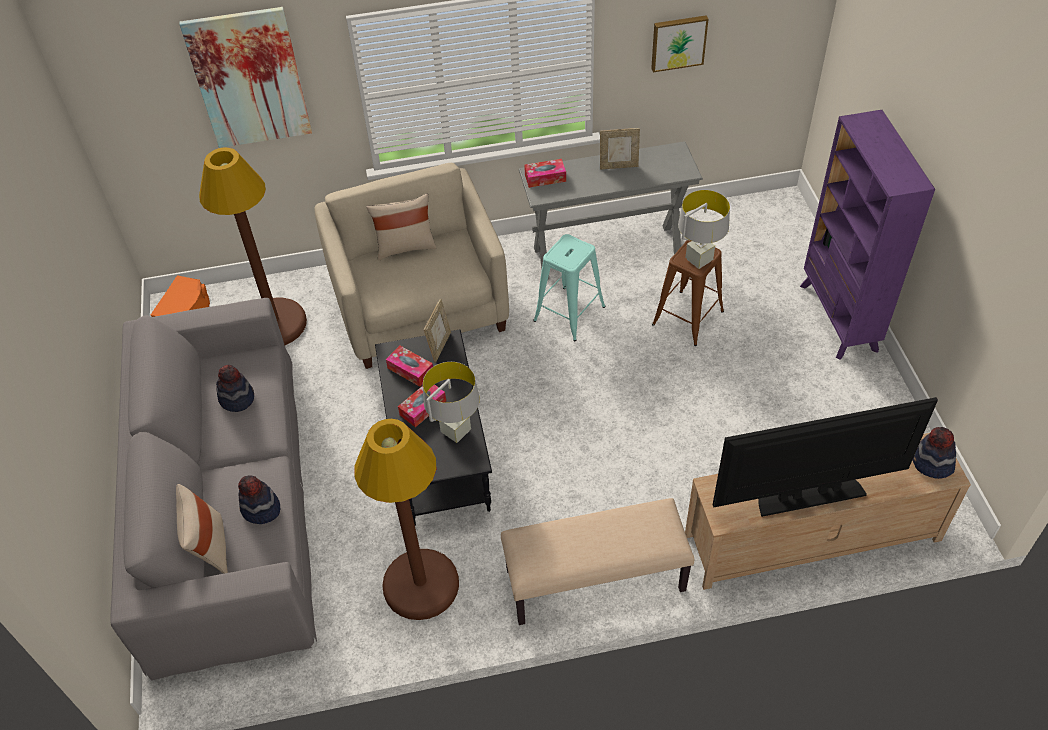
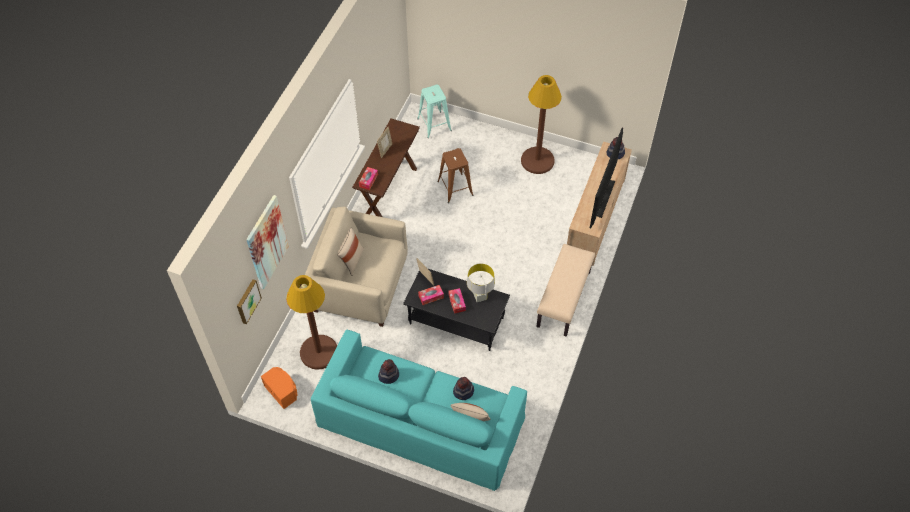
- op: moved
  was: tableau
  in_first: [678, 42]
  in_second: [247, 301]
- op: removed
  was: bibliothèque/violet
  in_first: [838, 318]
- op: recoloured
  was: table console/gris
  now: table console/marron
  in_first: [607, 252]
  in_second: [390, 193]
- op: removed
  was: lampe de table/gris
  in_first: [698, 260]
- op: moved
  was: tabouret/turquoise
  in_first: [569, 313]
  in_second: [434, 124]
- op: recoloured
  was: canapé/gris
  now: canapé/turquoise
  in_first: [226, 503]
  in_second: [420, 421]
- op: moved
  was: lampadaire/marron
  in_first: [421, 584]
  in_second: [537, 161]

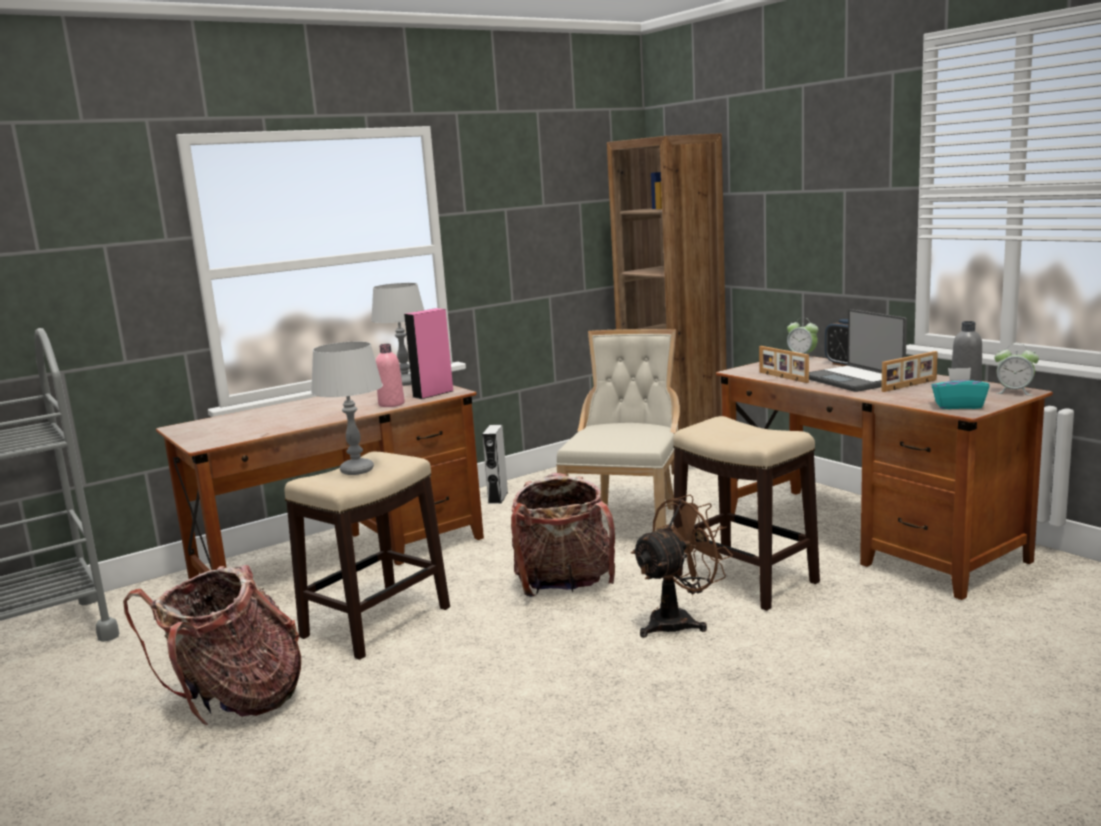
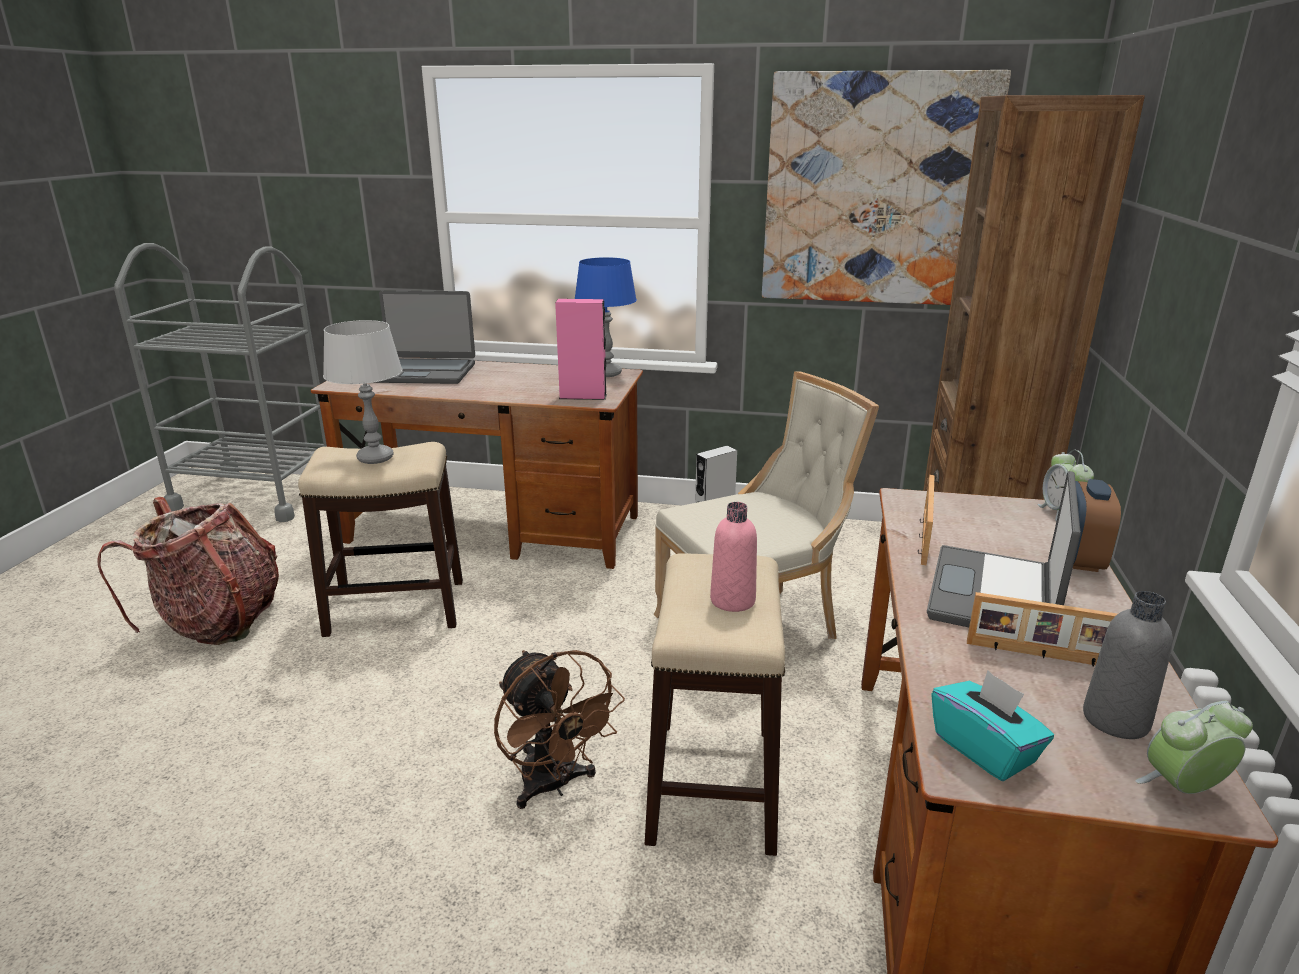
- op: recoloured
  was: lampe de table/gris
  now: lampe de table/bleu
  in_first: [406, 383]
  in_second: [607, 373]
- op: turned
  was: réveil
  in_first: [1014, 392]
  in_second: [1182, 788]
  clockwise: 90
- op: moved
  was: bouteille/rose
  in_first: [391, 404]
  in_second: [732, 600]
- op: removed
  was: sac à dos
  in_first: [564, 585]
- op: turned
  was: ventilateur/marron
  in_first: [679, 621]
  in_second: [554, 785]
  clockwise: 45
- op: added
  now: tableau
  in_second: [876, 191]
- op: added
  now: ordinateur portable
  in_second: [423, 372]

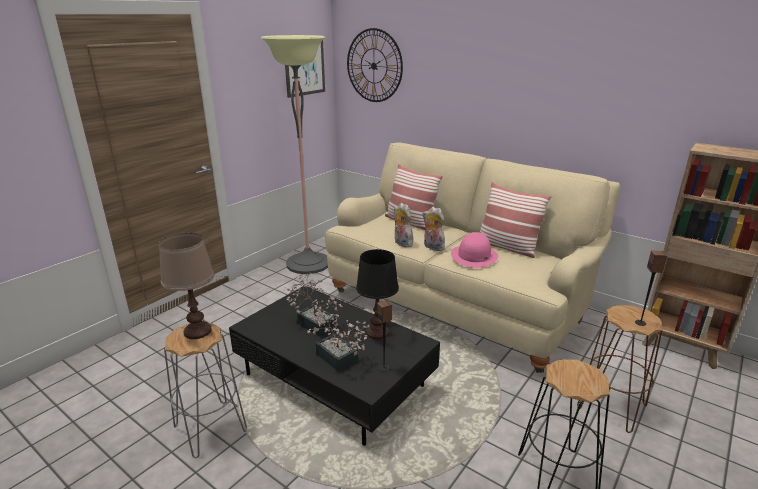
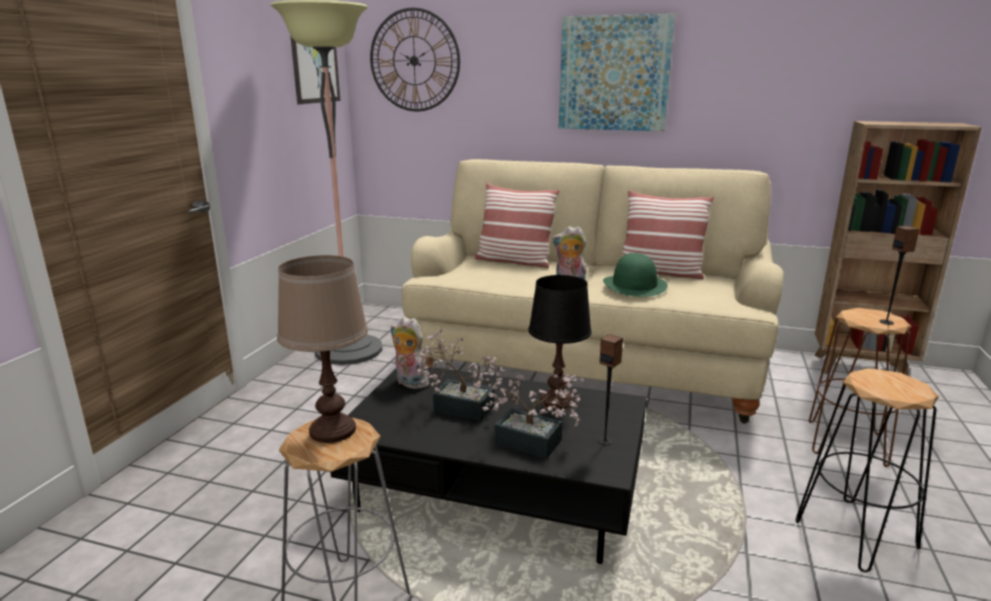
- op: moved
  was: peluche
  in_first: [401, 243]
  in_second: [409, 383]
- op: recoloured
  was: chapeau/rose
  now: chapeau/vert
  in_first: [474, 256]
  in_second: [635, 285]
- op: added
  now: tableau
  in_second: [614, 74]

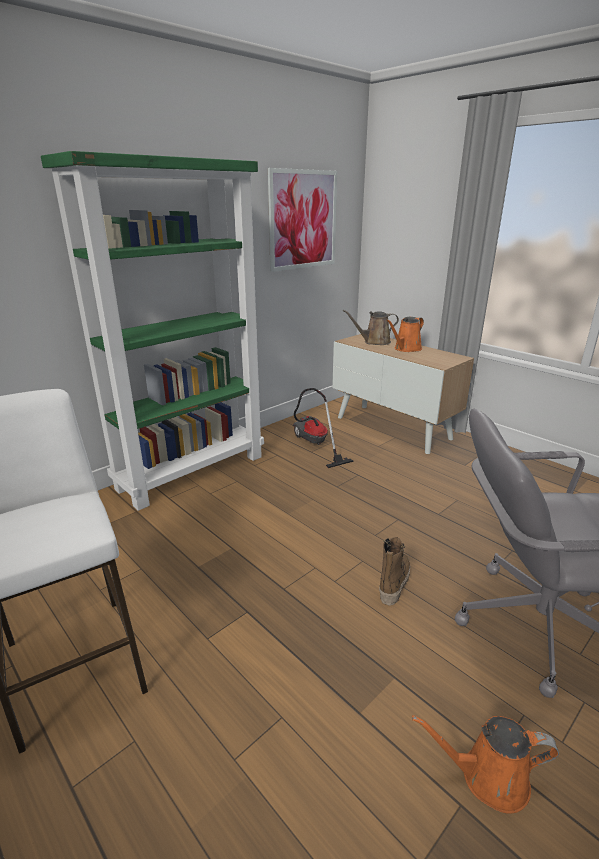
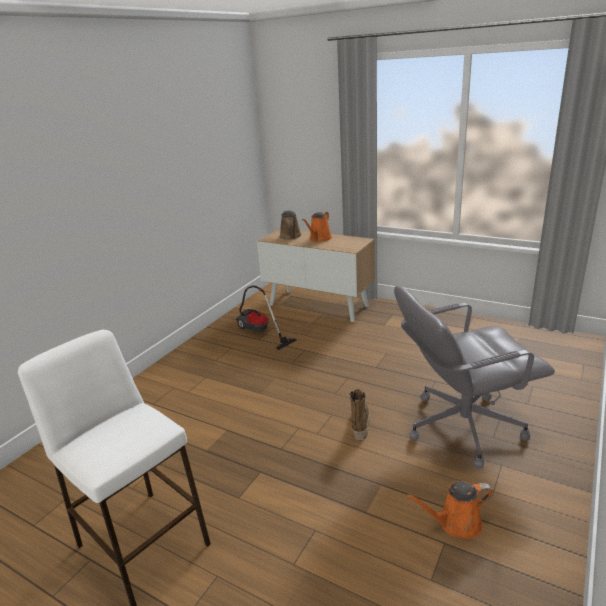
- op: removed
  was: bibliothèque/vert
  in_first: [192, 471]
- op: removed
  was: tableau
  in_first: [303, 220]
- op: turned
  was: arrosoir/marron
  in_first: [374, 342]
  in_second: [291, 236]
  clockwise: -75

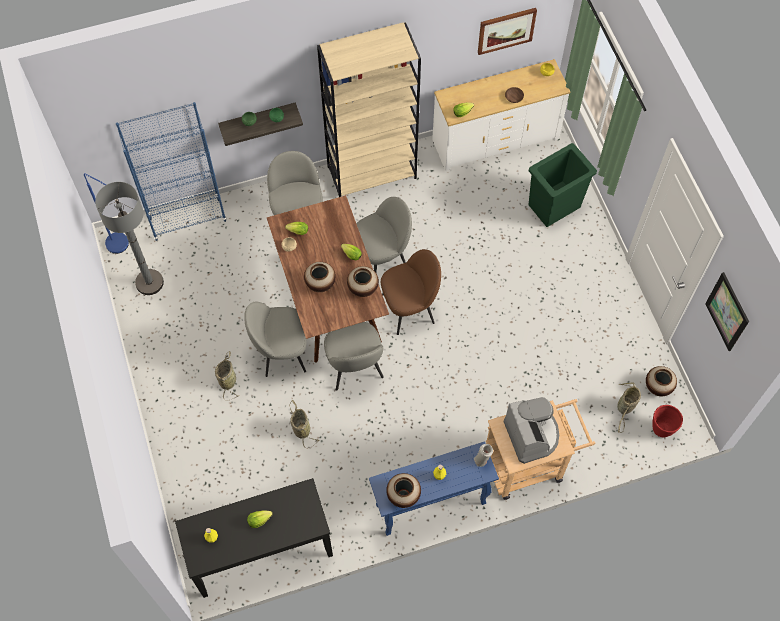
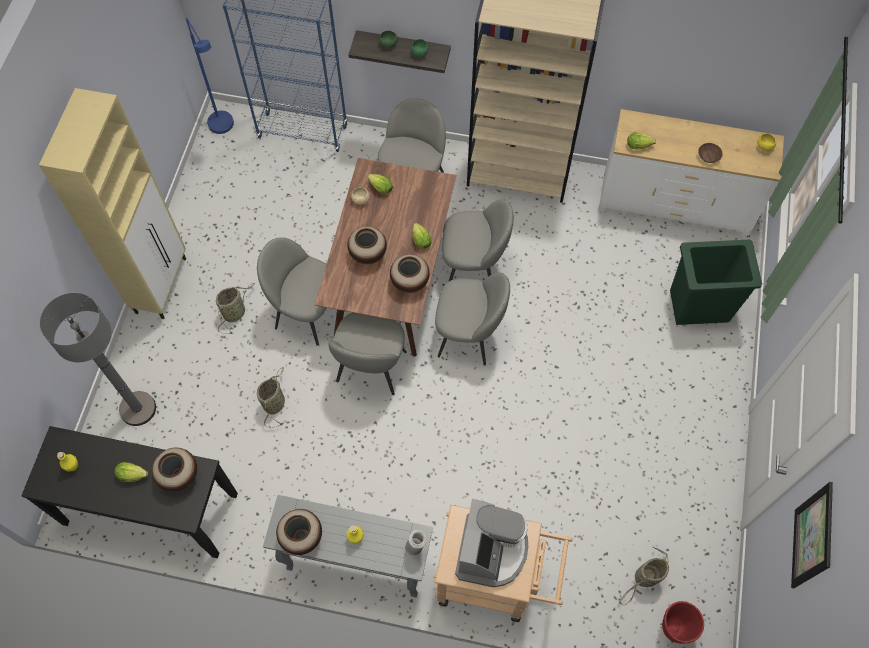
- op: removed
  was: tableau
  in_first: [506, 30]
- op: moved
  was: lampadaire/gris
  in_first: [149, 282]
  in_second: [138, 409]
- op: recoloured
  was: chaise/marron
  now: chaise/gris
  in_first: [409, 308]
  in_second: [469, 335]
- op: moved
  was: vase
  in_first: [658, 386]
  in_second: [179, 475]
- op: recoloured
  was: table console/bleu
  now: table console/gris
  in_first: [430, 504]
  in_second: [355, 562]
- op: added
  now: meuble de rangement/beige
  in_second: [162, 284]

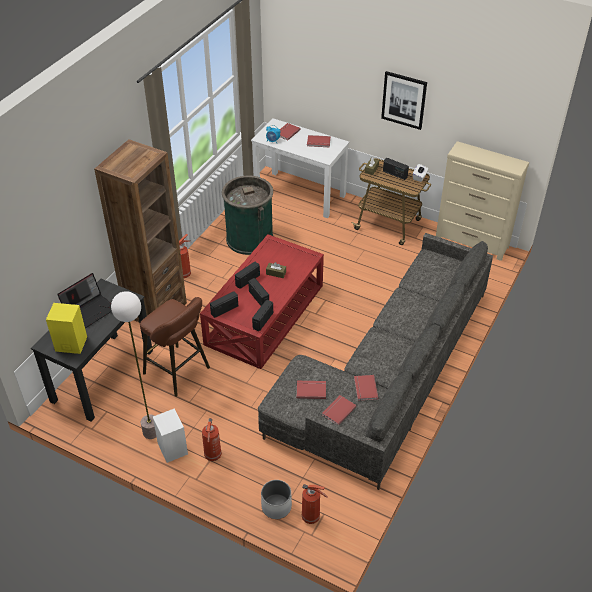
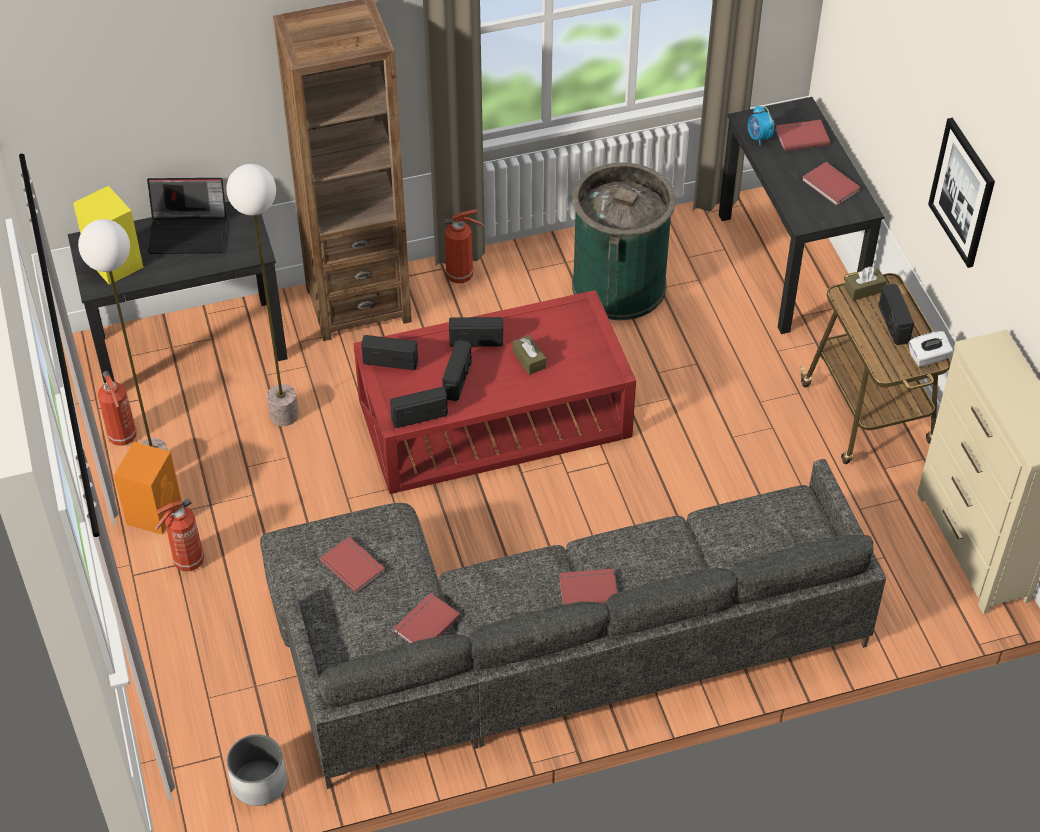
- op: recoloured
  was: bureau/blanc
  now: bureau/noir
  in_first: [300, 194]
  in_second: [789, 264]
- op: replaced
  was: tabouret/marron
  now: lampadaire
  in_first: [179, 372]
  in_second: [283, 415]
- op: moved
  was: livre/rouge
  in_first: [338, 410]
  in_second: [588, 588]
- op: recoloured
  was: enceinte/blanc
  now: enceinte/orange
  in_first: [172, 448]
  in_second: [154, 511]
- op: moved
  was: cache-pot/blanc
  in_first: [276, 507]
  in_second: [259, 783]
- op: moved
  was: extincteur
  in_first: [312, 517]
  in_second: [123, 438]

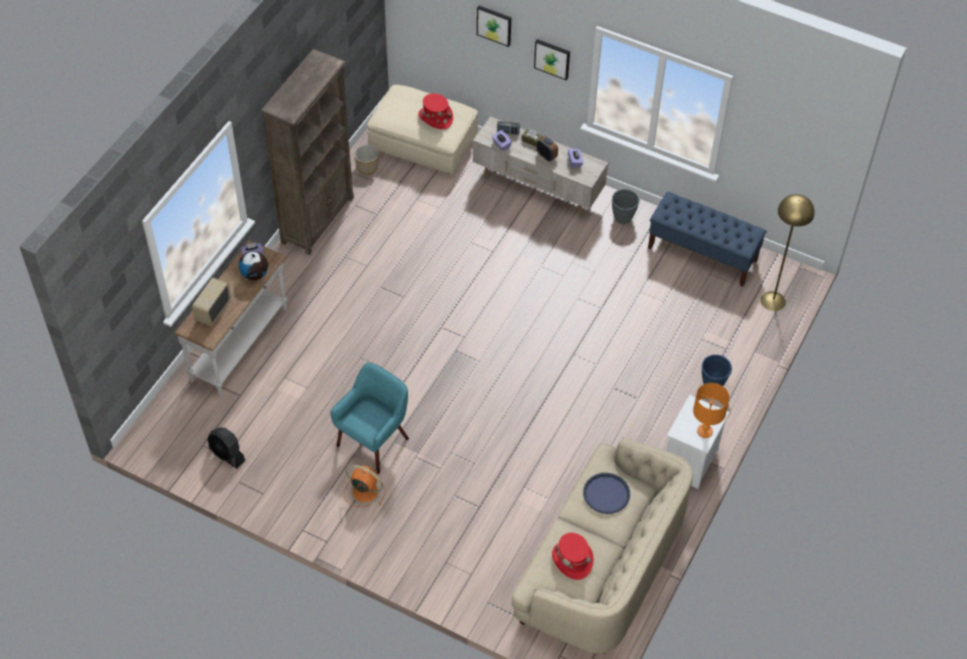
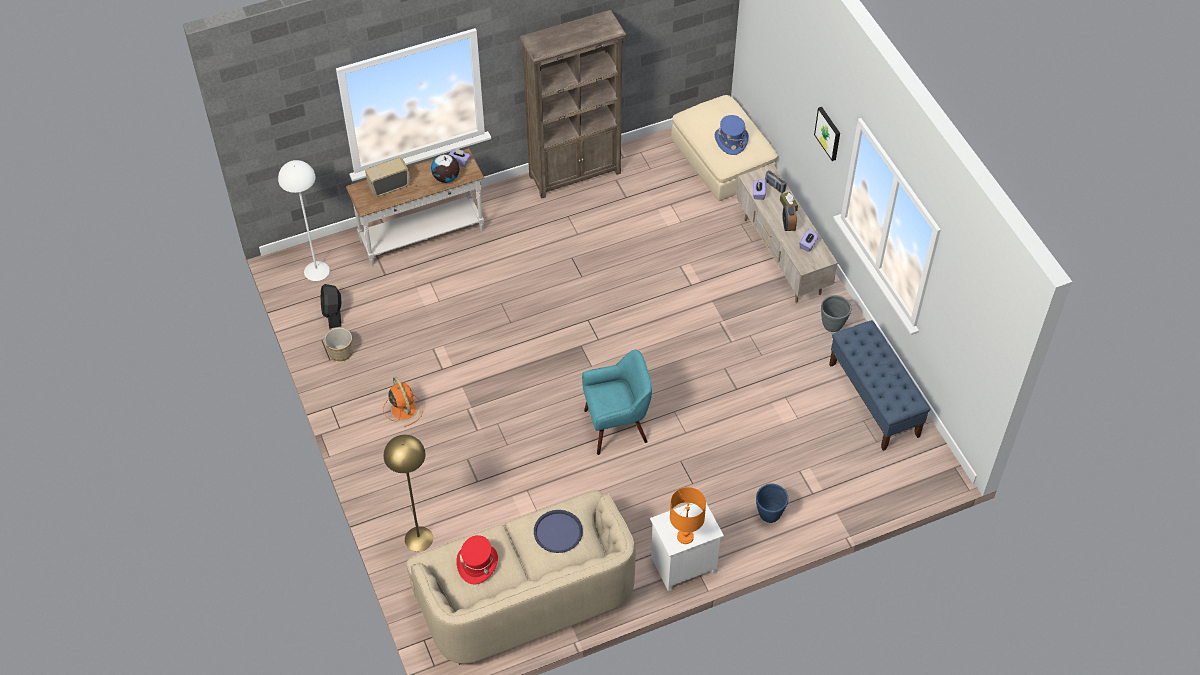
- op: removed
  was: tableau
  in_first: [494, 25]
- op: recoloured
  was: chapeau/rouge
  now: chapeau/bleu
  in_first: [435, 118]
  in_second: [731, 140]
- op: moved
  was: cache-pot
  in_first: [367, 167]
  in_second: [341, 352]
- op: moved
  was: lampadaire/jaune
  in_first: [773, 301]
  in_second: [418, 538]
- op: moved
  was: fauteuil/turquoise
  in_first: [374, 442]
  in_second: [616, 426]
- op: added
  now: lampadaire/blanc
  in_second: [316, 271]

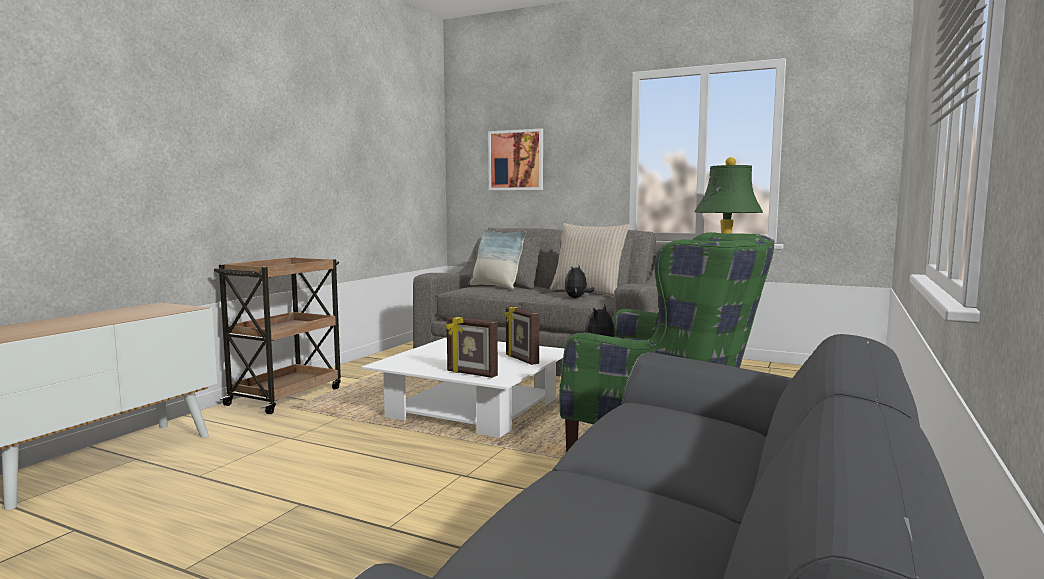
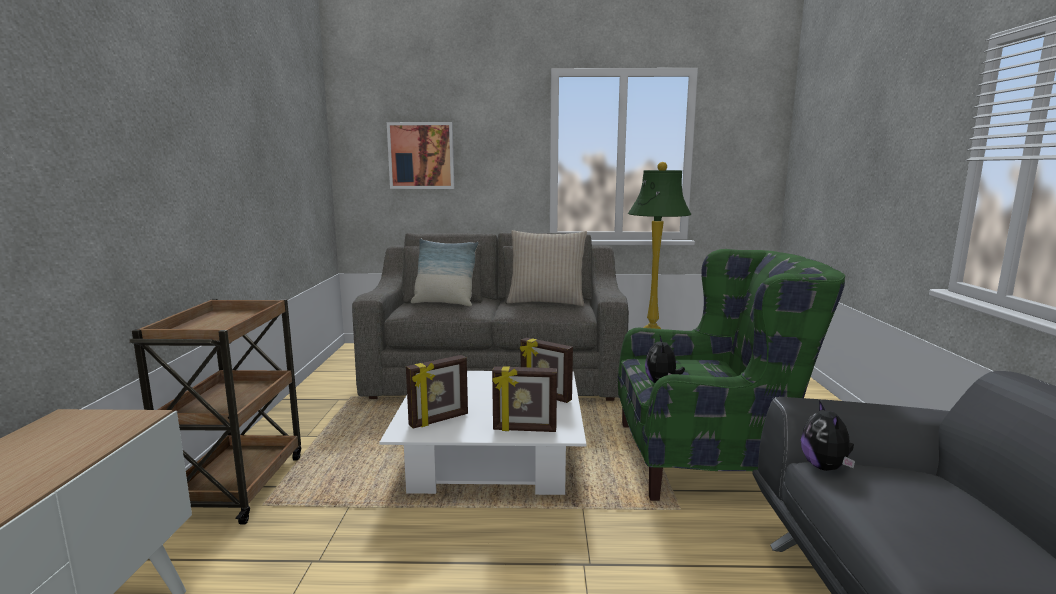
- op: moved
  was: peluche
  in_first: [577, 298]
  in_second: [825, 467]
- op: added
  now: cadre photo
  in_second: [439, 420]

